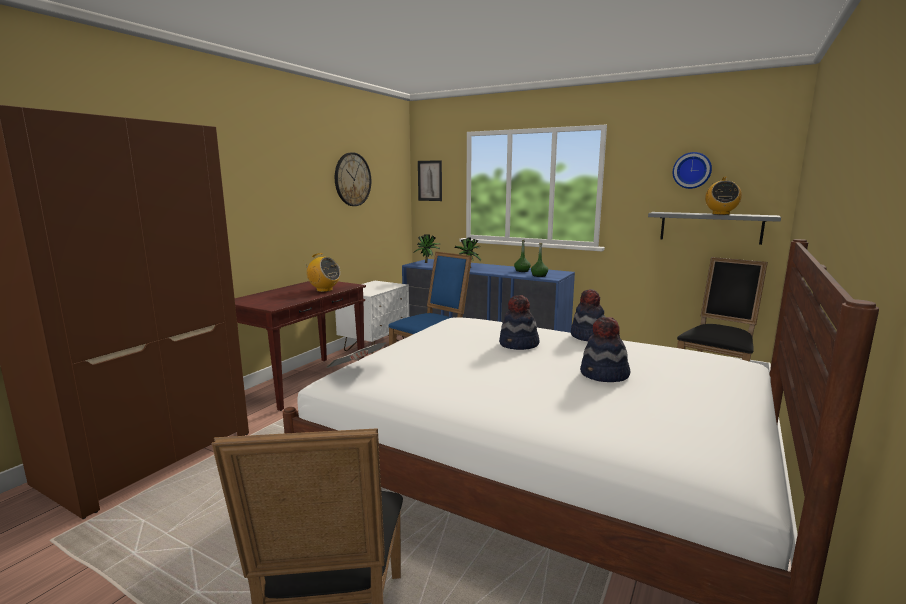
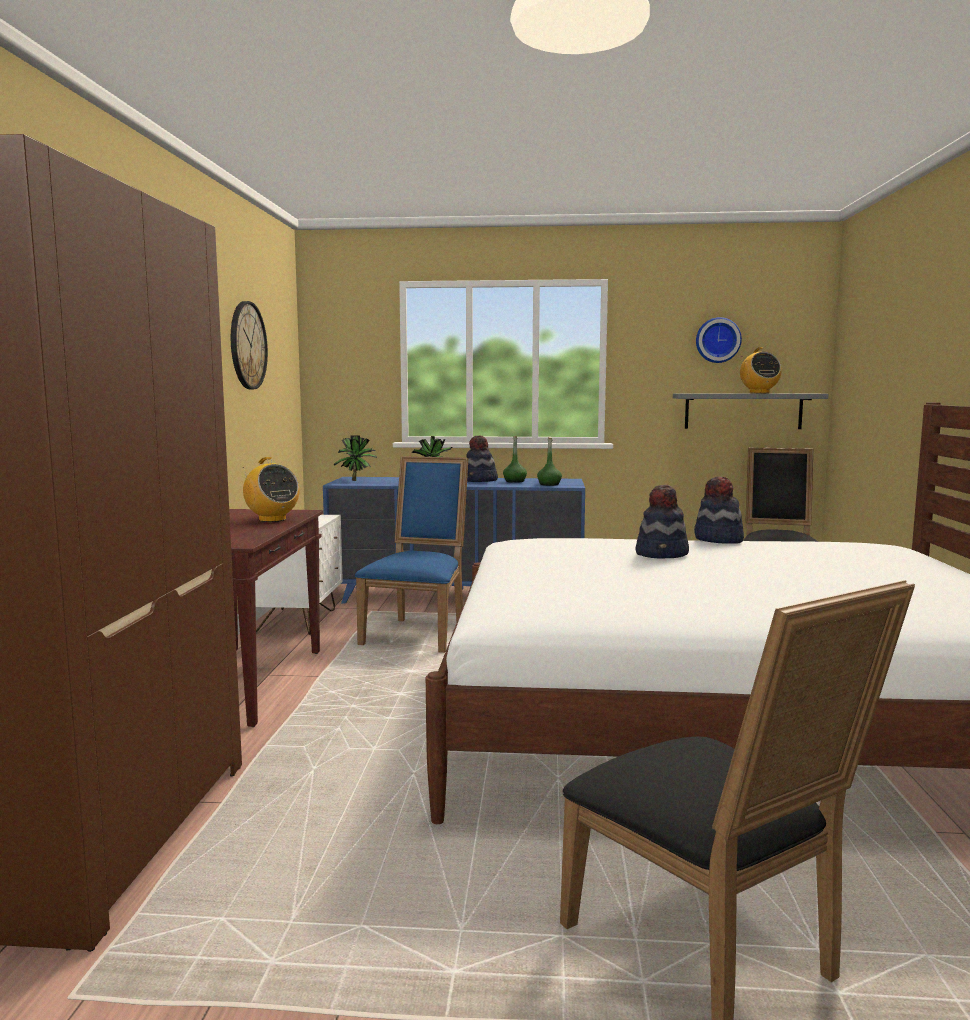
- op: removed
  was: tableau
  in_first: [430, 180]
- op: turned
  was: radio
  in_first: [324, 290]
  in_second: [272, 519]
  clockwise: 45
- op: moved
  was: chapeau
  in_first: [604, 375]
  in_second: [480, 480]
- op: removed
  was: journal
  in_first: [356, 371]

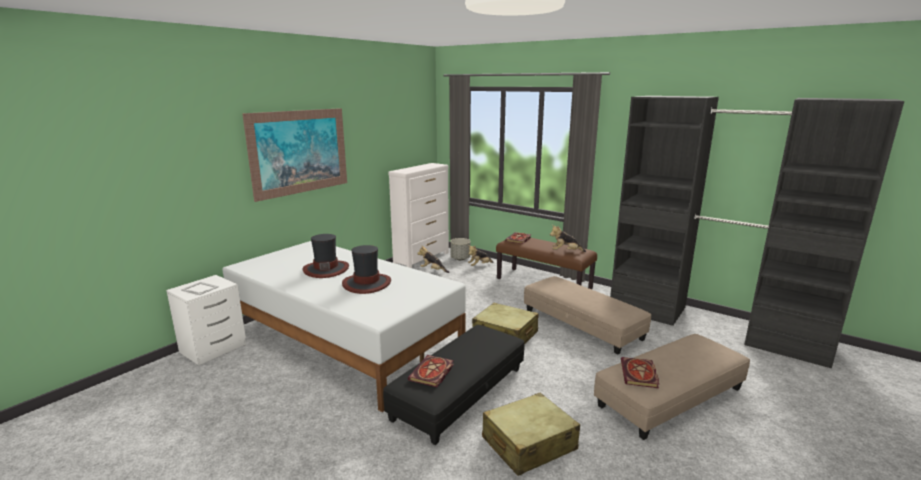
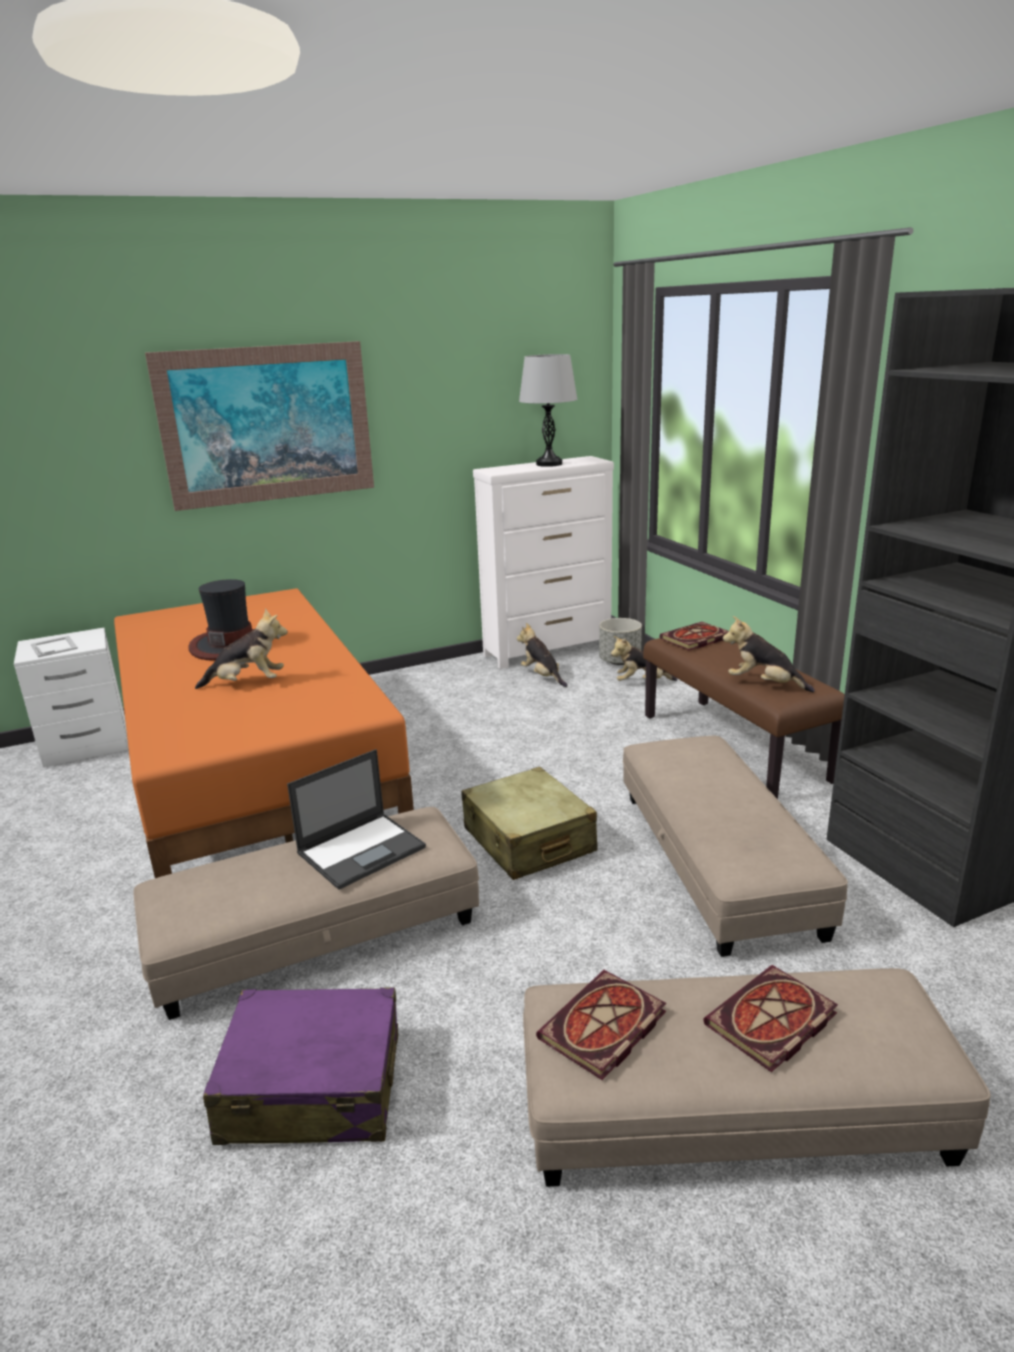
- op: recoloured
  was: lit/blanc
  now: lit/orange
  in_first: [344, 340]
  in_second: [258, 777]
- op: replaced
  was: chapeau
  now: peluche
  in_first: [367, 284]
  in_second: [247, 683]
- op: recoloured
  was: pouf/noir
  now: pouf/beige
  in_first: [459, 393]
  in_second: [316, 934]
- op: moved
  was: livre
  in_first: [432, 373]
  in_second: [771, 1023]
- op: recoloured
  was: valise/beige
  now: valise/violet
  in_first: [528, 444]
  in_second: [312, 1087]
- op: added
  now: lampe de table/gris
  in_second: [549, 464]
- op: added
  now: ordinateur portable
  in_second: [362, 850]

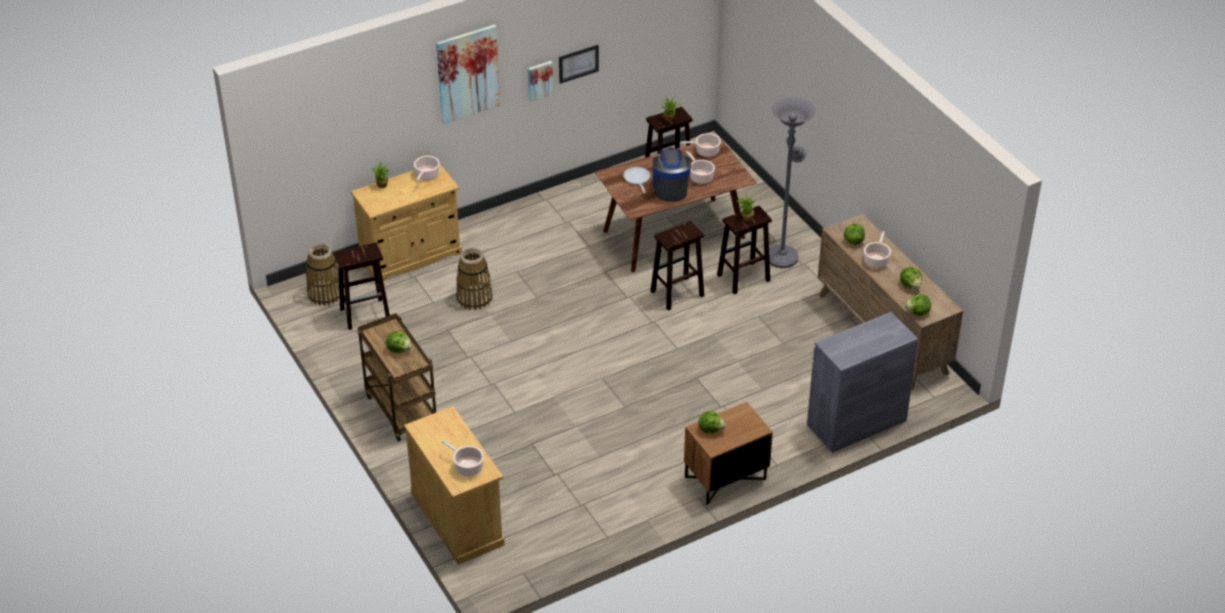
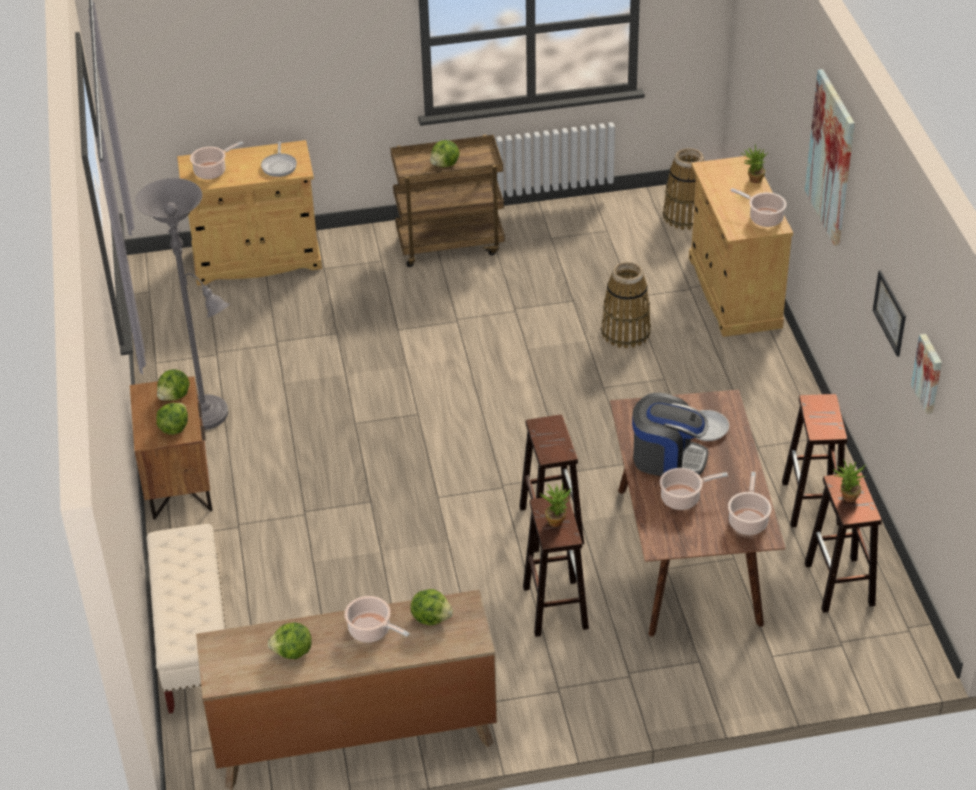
- op: moved
  was: tableau
  in_first: [540, 80]
  in_second: [929, 373]
- op: moved
  was: lampadaire/gris
  in_first: [783, 254]
  in_second: [209, 416]
- op: moved
  was: tabouret/marron
  in_first: [365, 313]
  in_second: [812, 504]
- op: moved
  was: laitue
  in_first: [917, 313]
  in_second: [174, 428]
- op: replaced
  was: meuble de rangement/gris
  now: banc/beige
  in_first: [856, 422]
  in_second: [194, 642]
- op: added
  now: poêle
  in_second: [279, 166]

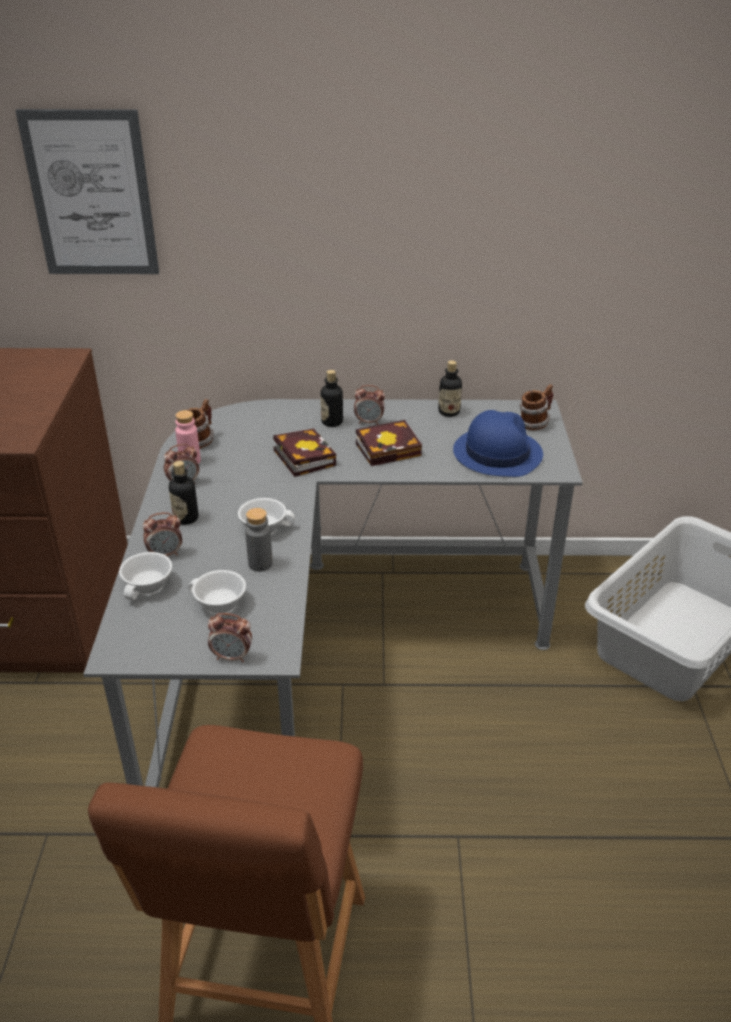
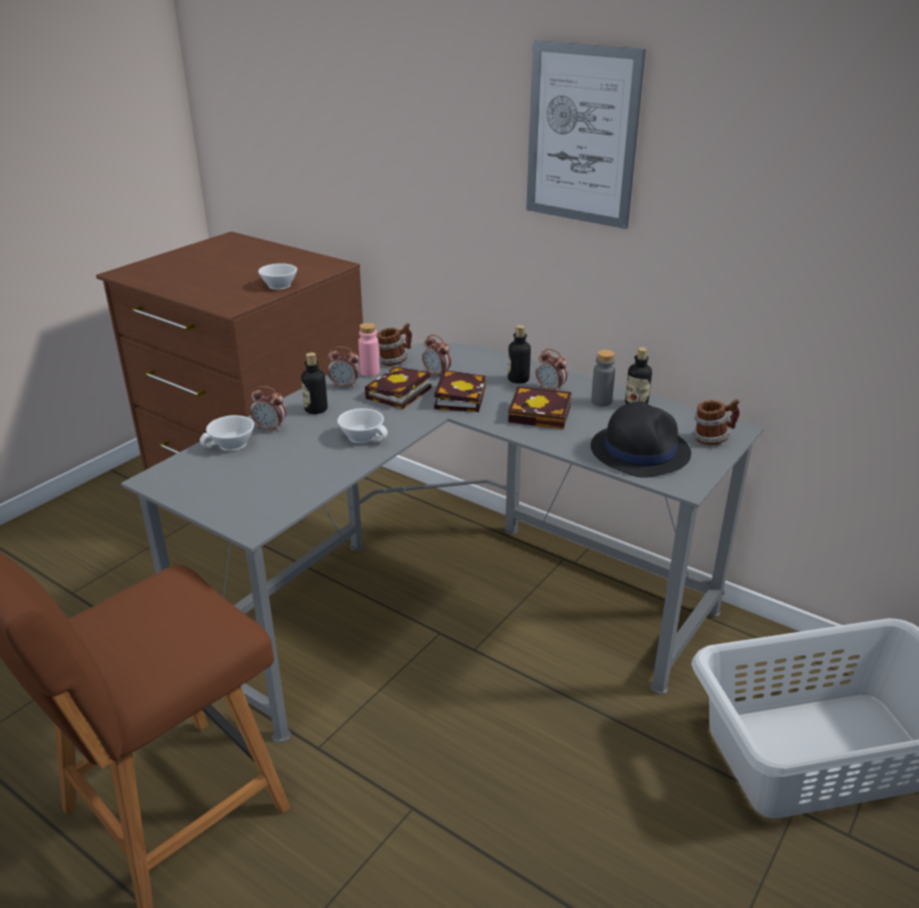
- op: moved
  was: tableau
  in_first: [91, 195]
  in_second: [582, 135]
- op: recoloured
  was: chapeau/bleu
  now: chapeau/noir
  in_first: [497, 453]
  in_second: [639, 450]
- op: moved
  was: bouteille/gris
  in_first: [260, 564]
  in_second: [601, 401]
- op: moved
  was: tasse/blanc
  in_first: [218, 605]
  in_second: [277, 285]
- op: moved
  was: réveil
  in_first: [232, 657]
  in_second: [436, 374]
- op: added
  now: livre
  in_second: [398, 394]

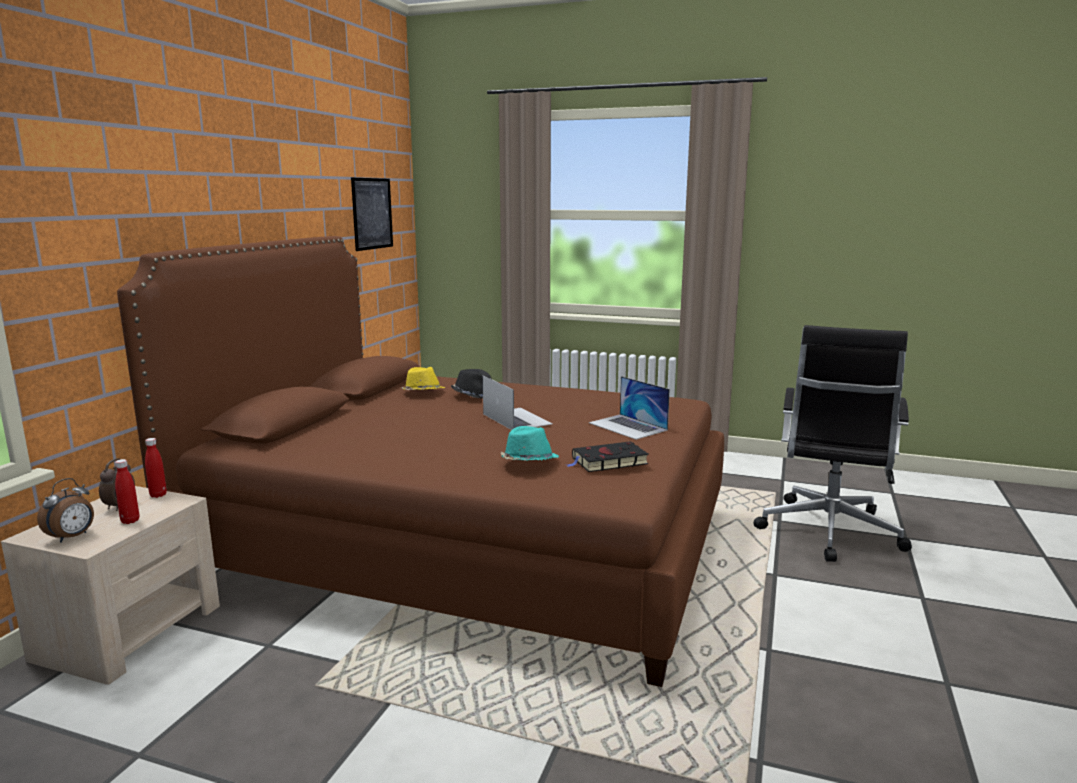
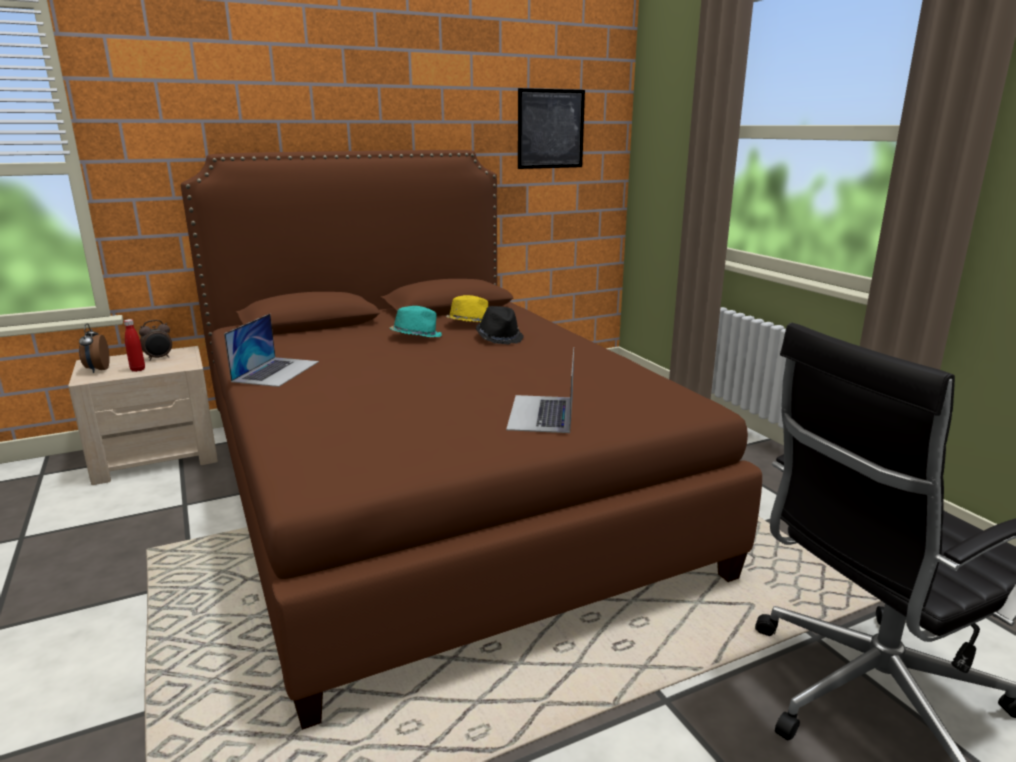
- op: moved
  was: ordinateur portable
  in_first: [516, 419]
  in_second: [276, 371]
- op: moved
  was: chapeau/turquoise
  in_first: [528, 462]
  in_second: [416, 336]
- op: removed
  was: bouteille/rouge
  in_first: [158, 495]
- op: removed
  was: livre/noir
  in_first: [607, 462]
- op: turned
  was: réveil
  in_first: [72, 537]
  in_second: [97, 369]
  clockwise: 90

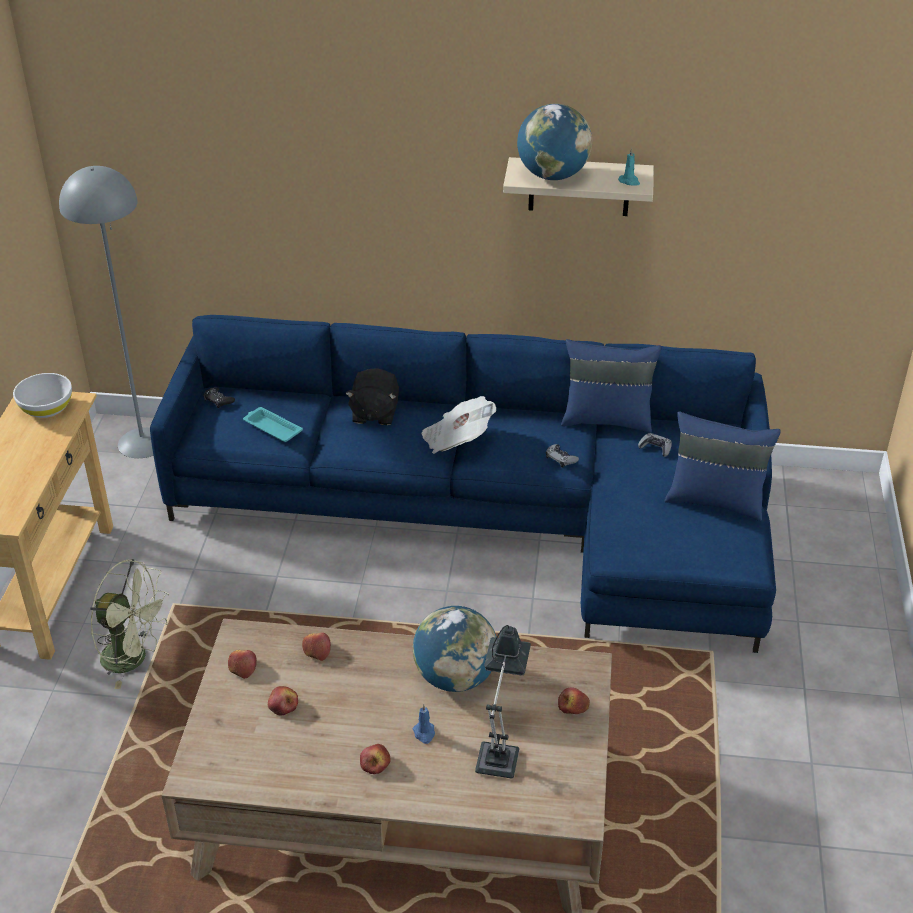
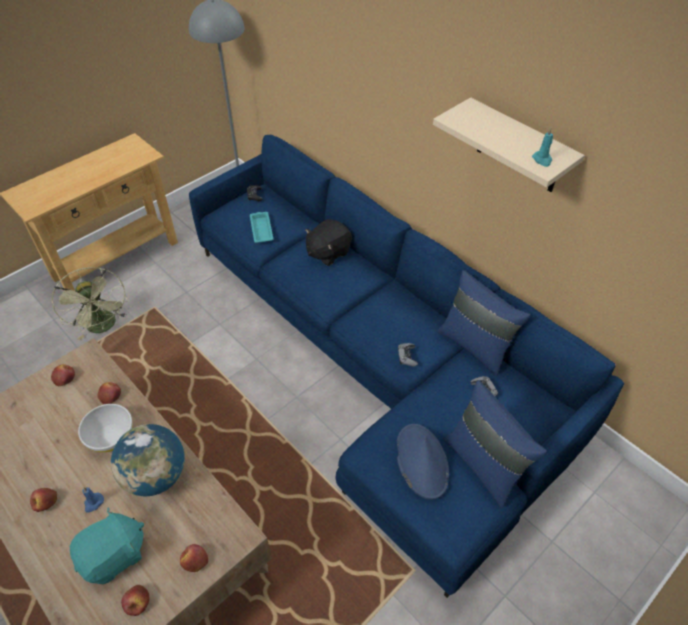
- op: removed
  was: globe
  in_first: [552, 176]
- op: moved
  was: bol/blanc
  in_first: [46, 408]
  in_second: [111, 436]
- op: removed
  was: journal
  in_first: [457, 440]
- op: replaced
  was: lampe de table
  now: peluche/turquoise
  in_first: [499, 752]
  in_second: [114, 556]
- op: moved
  was: pomme
  in_first: [283, 705]
  in_second: [137, 602]
- op: added
  now: chapeau/bleu
  in_second: [421, 461]

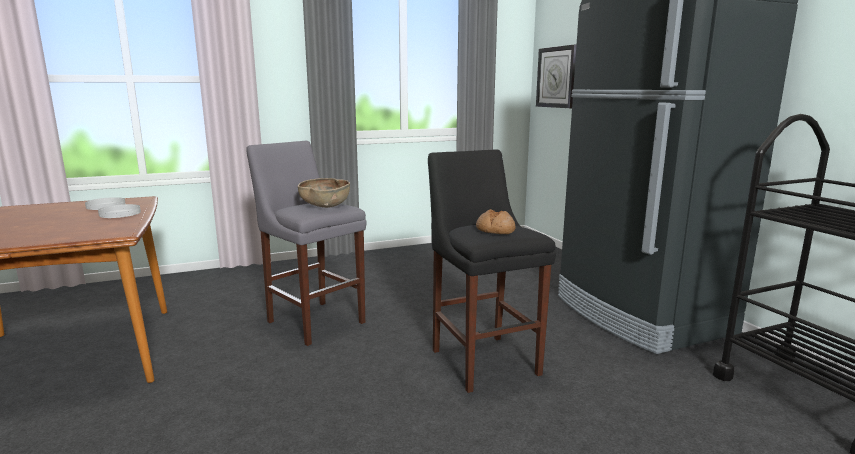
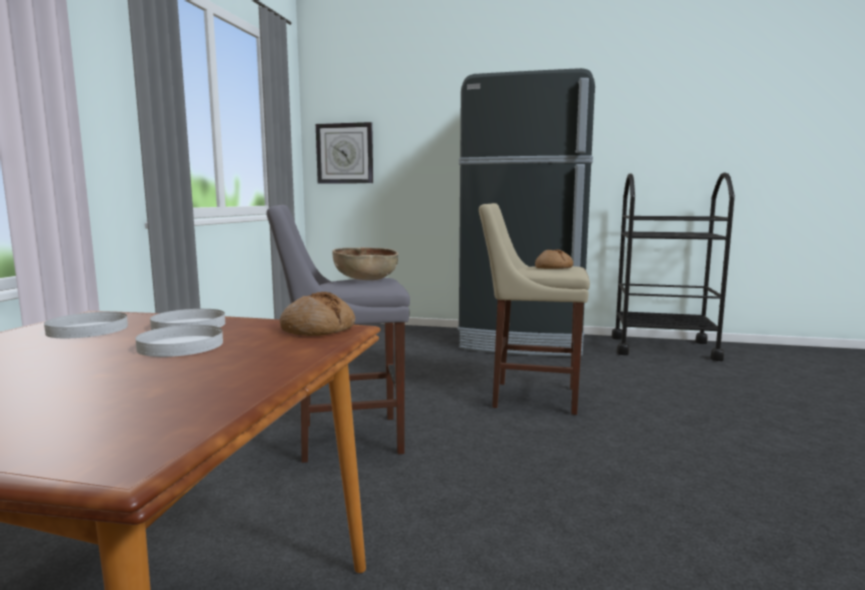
- op: recoloured
  was: tabouret/noir
  now: tabouret/beige
  in_first: [482, 359]
  in_second: [529, 396]
- op: added
  now: pain
  in_second: [318, 329]
- op: added
  now: assiette/blanc
  in_second: [181, 345]

